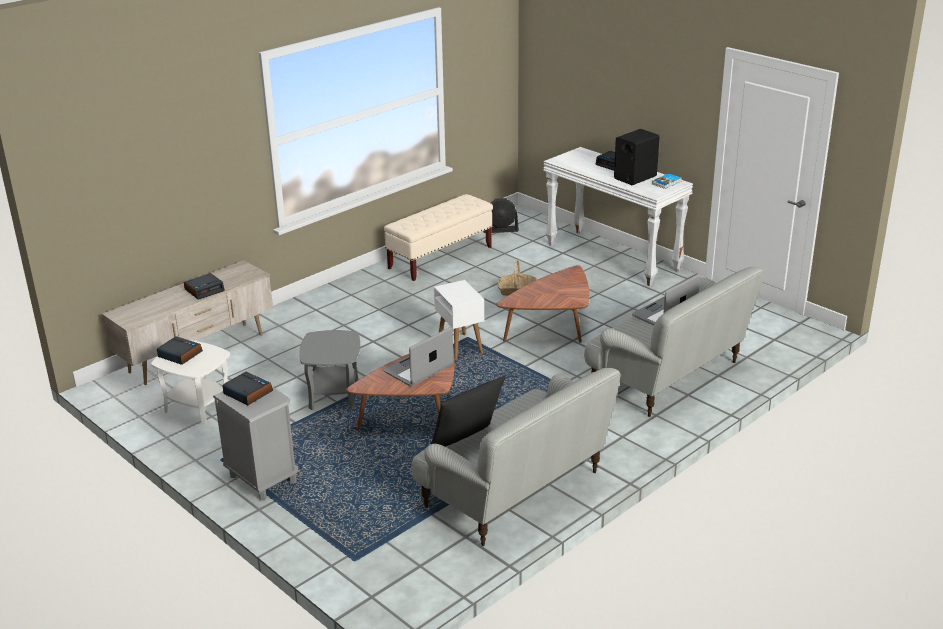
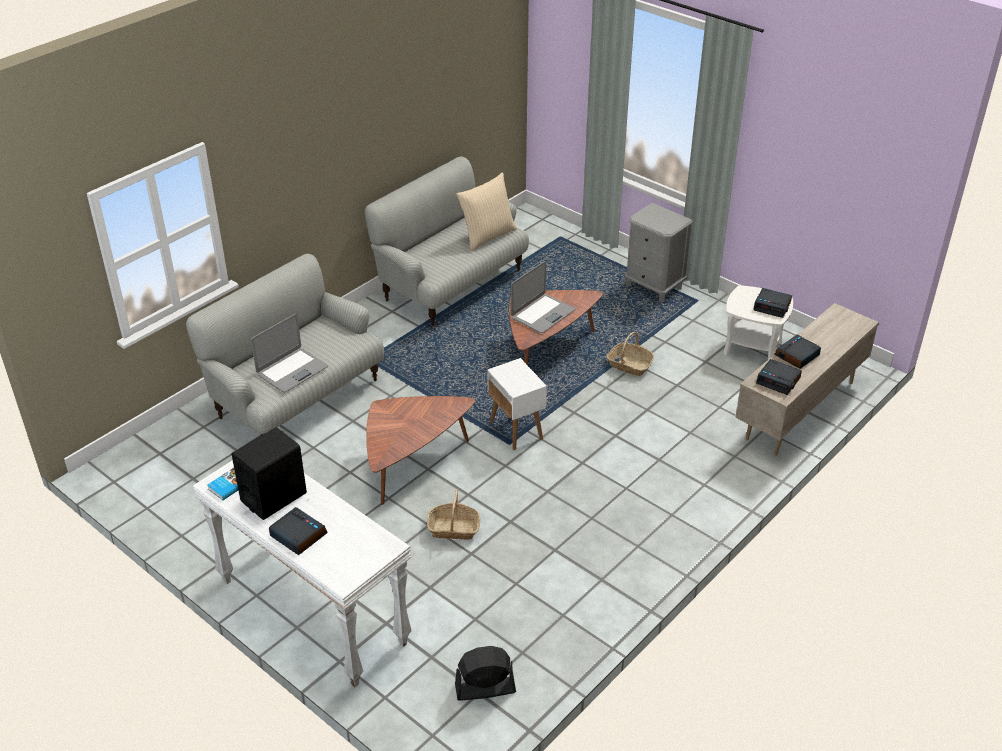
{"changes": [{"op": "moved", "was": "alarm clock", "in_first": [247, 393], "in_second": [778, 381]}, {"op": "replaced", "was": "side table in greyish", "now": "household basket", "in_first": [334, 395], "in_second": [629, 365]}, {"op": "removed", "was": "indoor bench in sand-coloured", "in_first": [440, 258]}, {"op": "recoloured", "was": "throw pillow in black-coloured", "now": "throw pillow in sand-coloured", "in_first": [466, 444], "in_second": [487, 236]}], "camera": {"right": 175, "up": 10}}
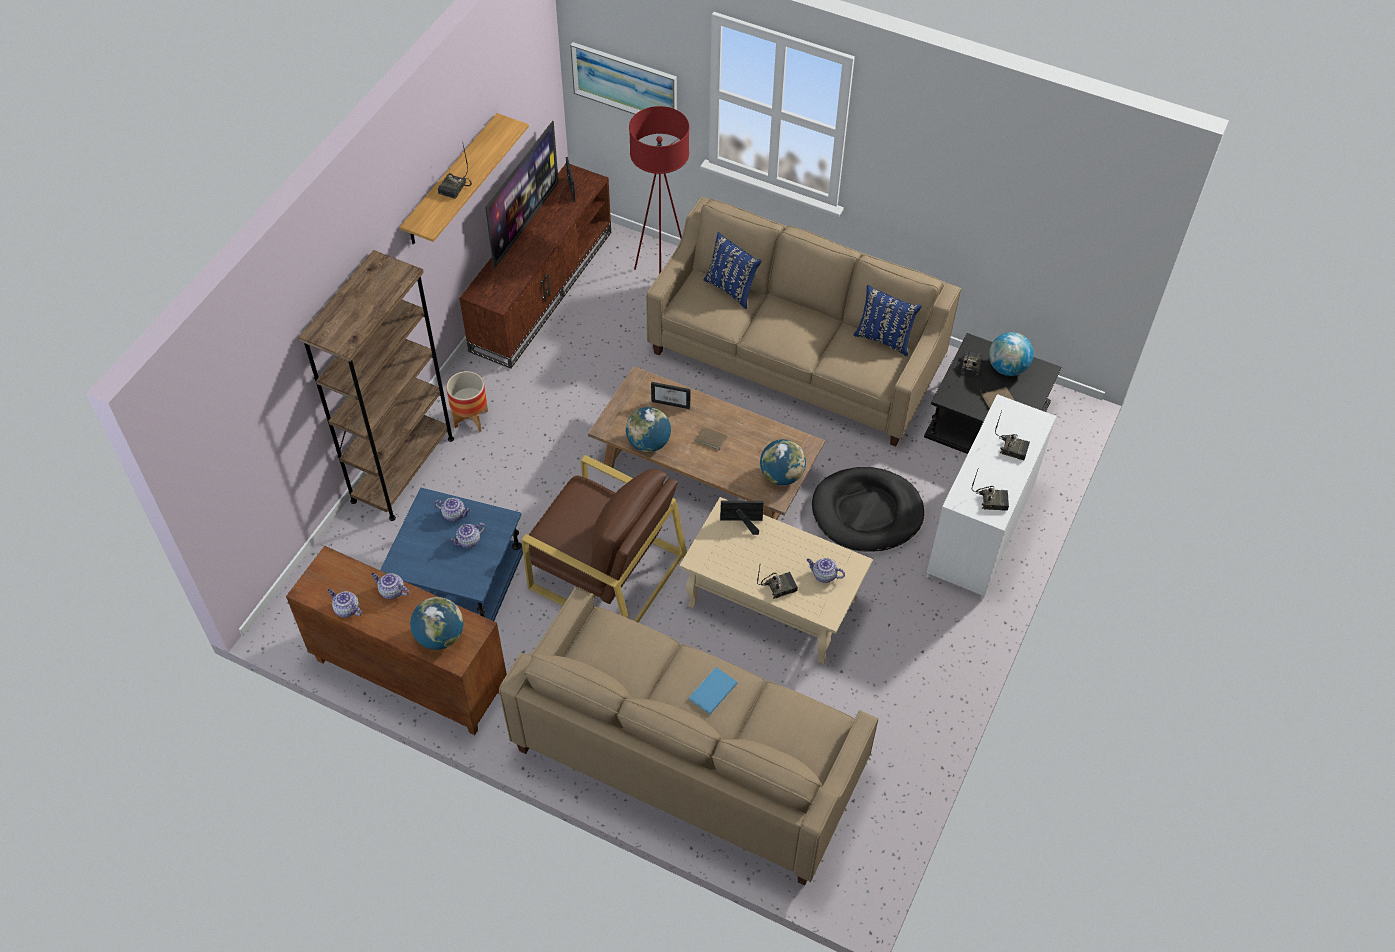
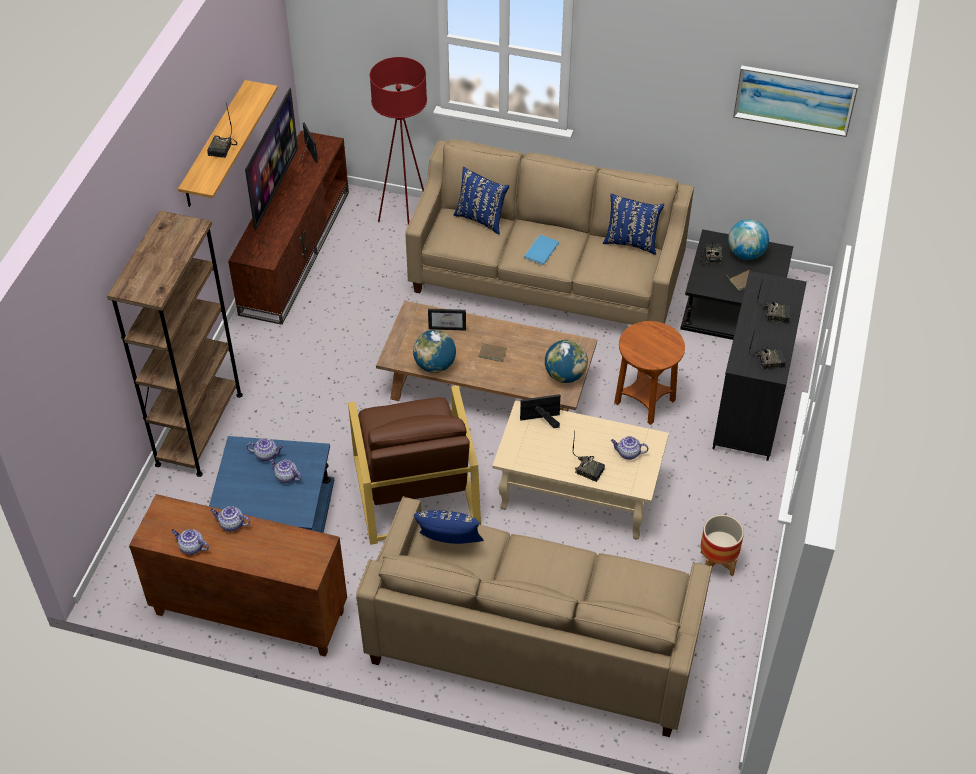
{"changes": [{"op": "removed", "was": "desk globe", "in_first": [440, 636]}, {"op": "moved", "was": "plant pot", "in_first": [471, 419], "in_second": [717, 564]}, {"op": "turned", "was": "pot for tea", "in_first": [468, 541], "in_second": [286, 477], "clockwise": 75}, {"op": "turned", "was": "lounge chair in brown", "in_first": [606, 569], "in_second": [415, 488], "clockwise": 60}, {"op": "moved", "was": "picture", "in_first": [625, 83], "in_second": [794, 99]}, {"op": "moved", "was": "book in blue-coloured", "in_first": [711, 691], "in_second": [540, 251]}, {"op": "turned", "was": "radio set", "in_first": [779, 586], "in_second": [589, 469], "clockwise": 60}, {"op": "replaced", "was": "dog bed in black-coloured", "now": "side table in brown", "in_first": [867, 512], "in_second": [645, 401]}, {"op": "recoloured", "was": "dresser in whitish", "now": "dresser in black-coloured", "in_first": [981, 533], "in_second": [752, 403]}, {"op": "added", "now": "throw pillow in blue-coloured", "in_second": [449, 546]}], "camera": {"right": -10, "up": -5}}
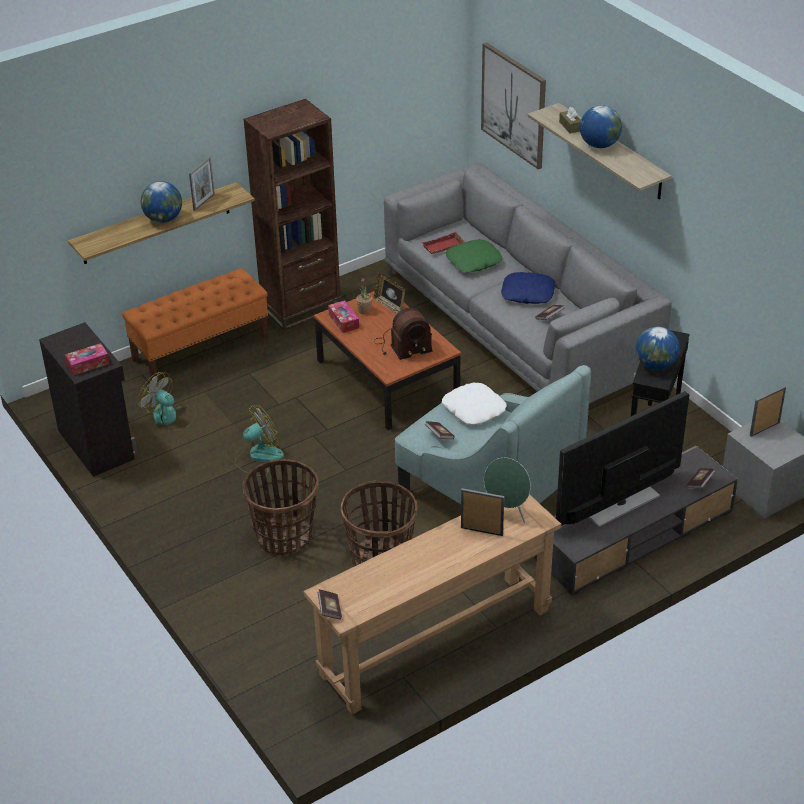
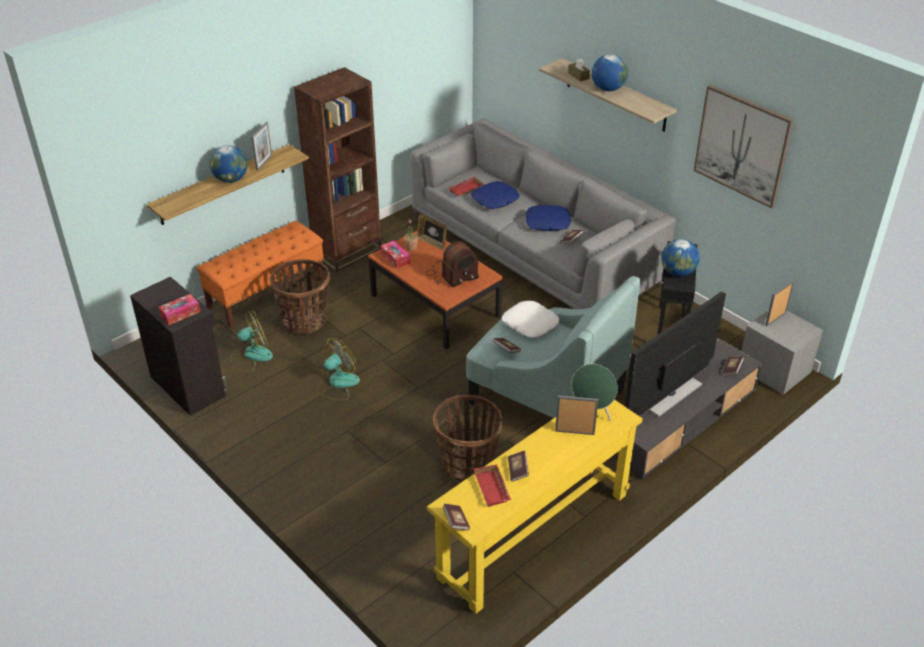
{"changes": [{"op": "turned", "was": "fan", "in_first": [170, 417], "in_second": [251, 356], "clockwise": 135}, {"op": "moved", "was": "household basket", "in_first": [285, 537], "in_second": [304, 321]}, {"op": "recoloured", "was": "hall table in brown", "now": "hall table in yellowish", "in_first": [435, 641], "in_second": [534, 535]}, {"op": "recoloured", "was": "throw pillow in greenish", "now": "throw pillow in blue-coloured", "in_first": [474, 261], "in_second": [495, 200]}, {"op": "moved", "was": "picture", "in_first": [514, 105], "in_second": [742, 145]}, {"op": "added", "now": "serving tray in reddish", "in_second": [493, 488]}, {"op": "added", "now": "book", "in_second": [517, 470]}], "camera": {"right": -10, "up": 0}}
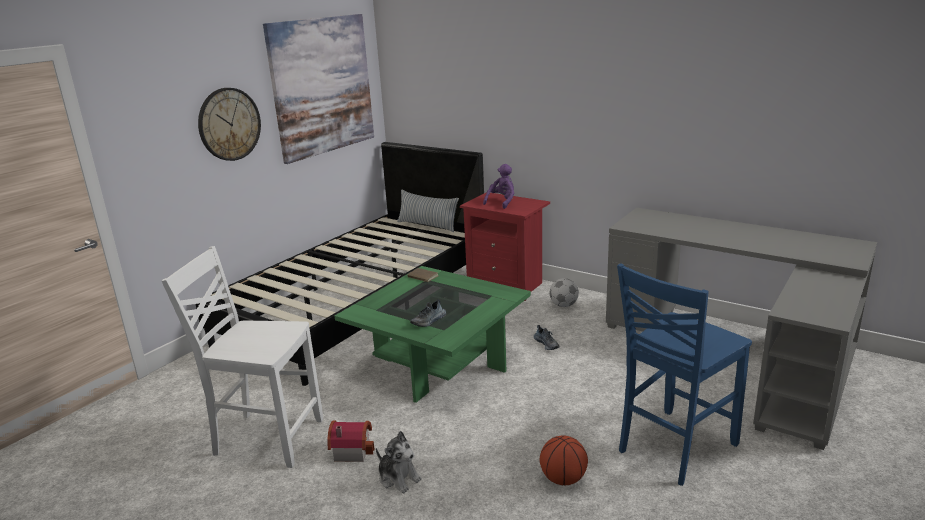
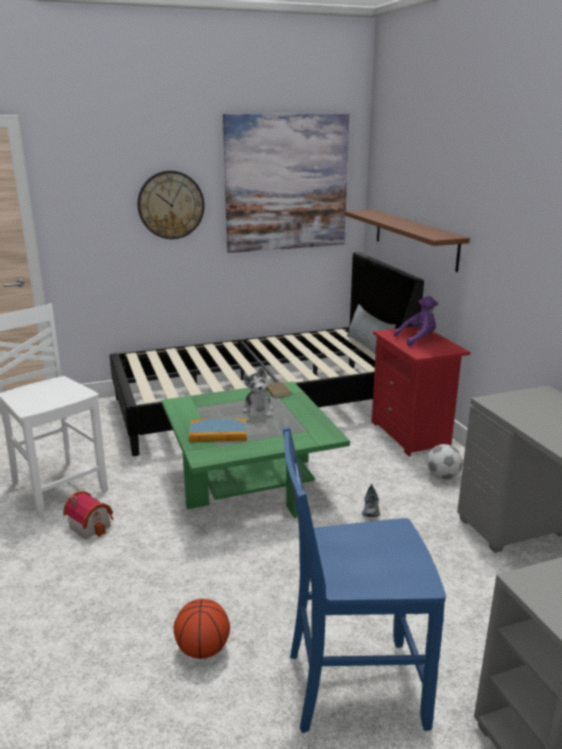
{"changes": [{"op": "moved", "was": "plush toy", "in_first": [398, 478], "in_second": [258, 411]}, {"op": "replaced", "was": "shoe", "now": "book", "in_first": [429, 321], "in_second": [218, 433]}, {"op": "added", "now": "bracket shelf in brown", "in_second": [414, 238]}], "camera": {"right": 35, "up": 0}}
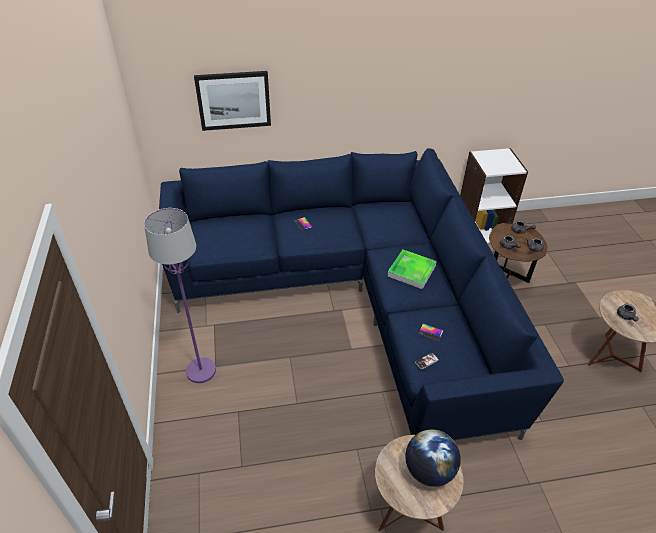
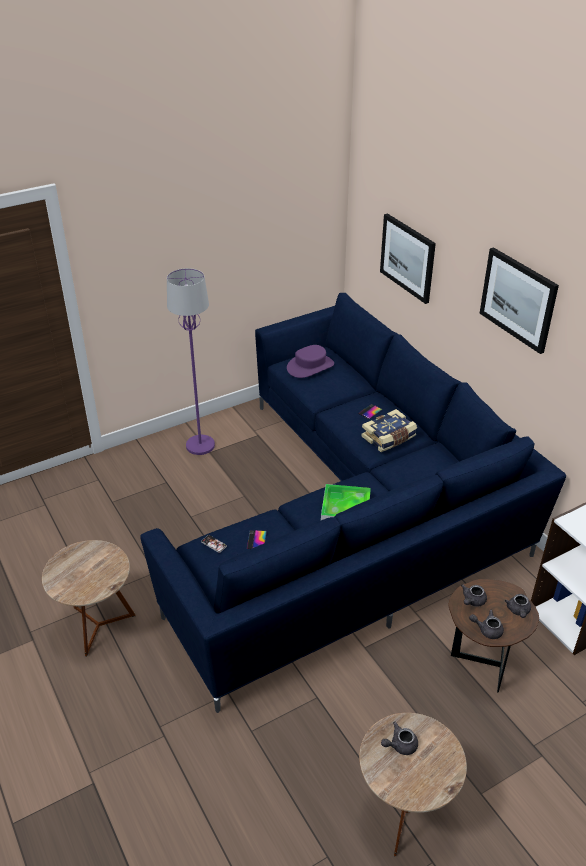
{"changes": [{"op": "removed", "was": "desk globe", "in_first": [428, 470]}, {"op": "added", "now": "wearable hat in purple-coloured", "in_second": [310, 366]}, {"op": "added", "now": "book", "in_second": [389, 438]}, {"op": "added", "now": "picture", "in_second": [518, 299]}], "camera": {"right": 70, "up": -5}}
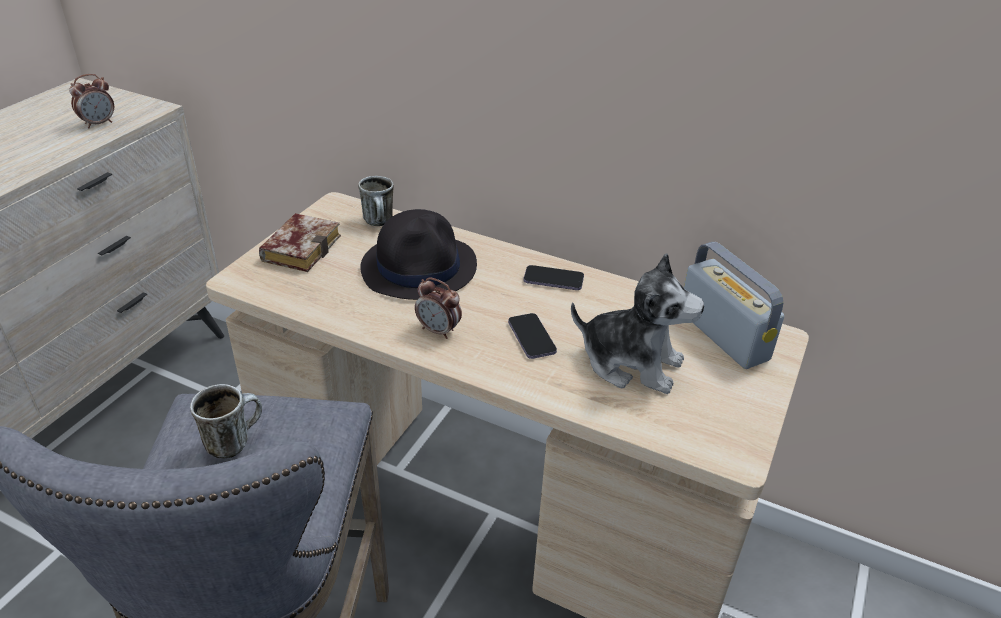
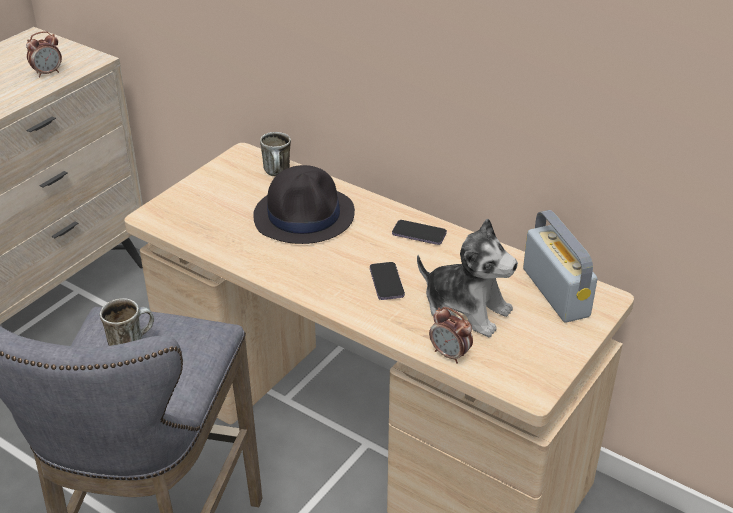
{"changes": [{"op": "removed", "was": "book", "in_first": [301, 247]}, {"op": "moved", "was": "alarm clock", "in_first": [438, 331], "in_second": [450, 354]}], "camera": {"right": 10, "up": 0}}
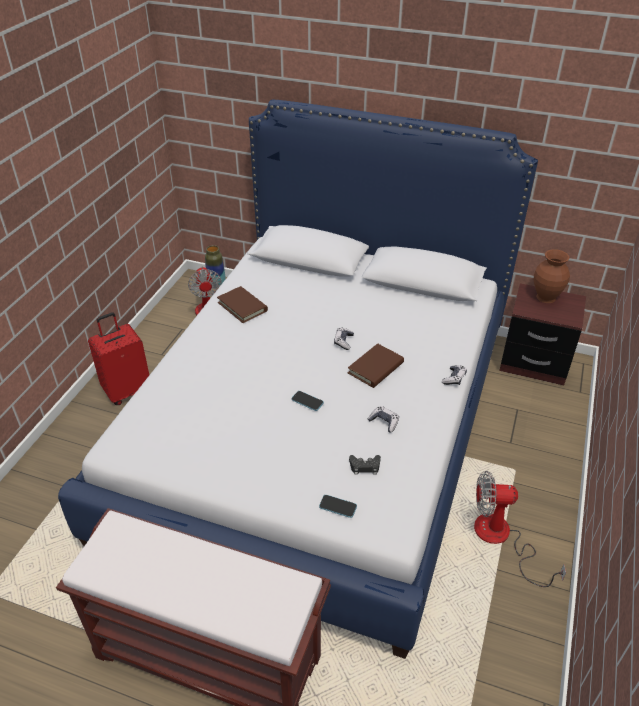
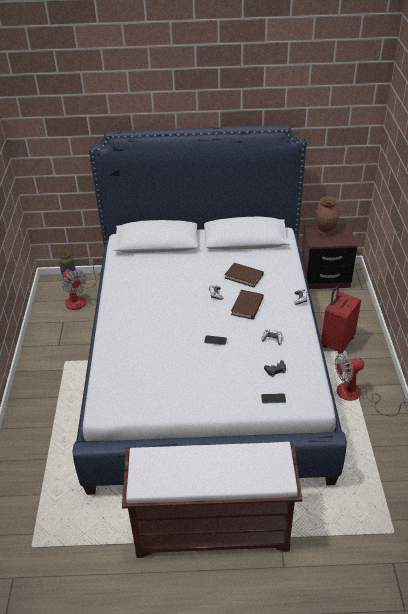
{"changes": [{"op": "moved", "was": "piece of luggage in reddish", "in_first": [127, 390], "in_second": [336, 343]}, {"op": "moved", "was": "book in brown", "in_first": [242, 307], "in_second": [244, 276]}], "camera": {"right": -20, "up": 0}}
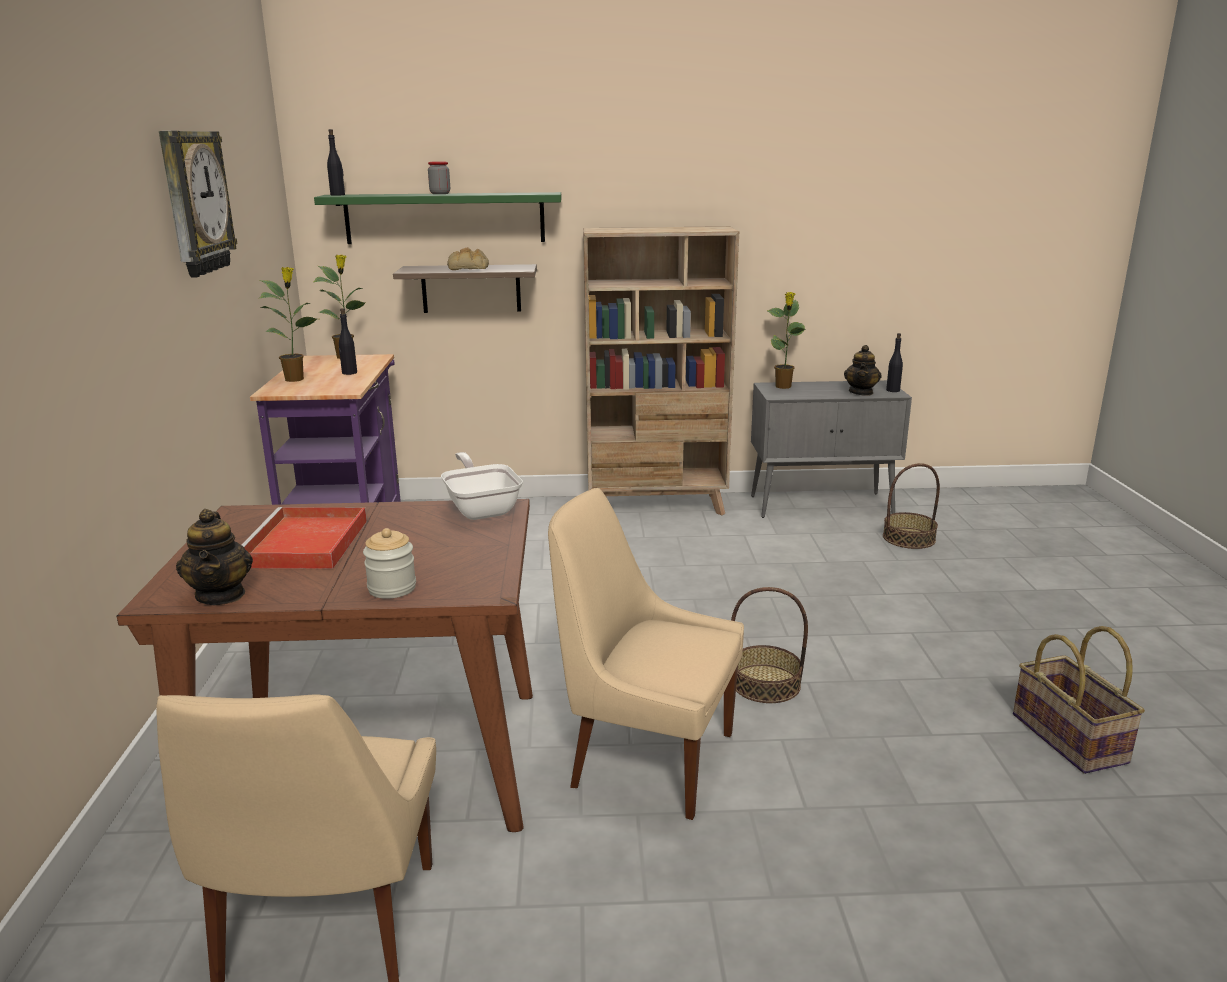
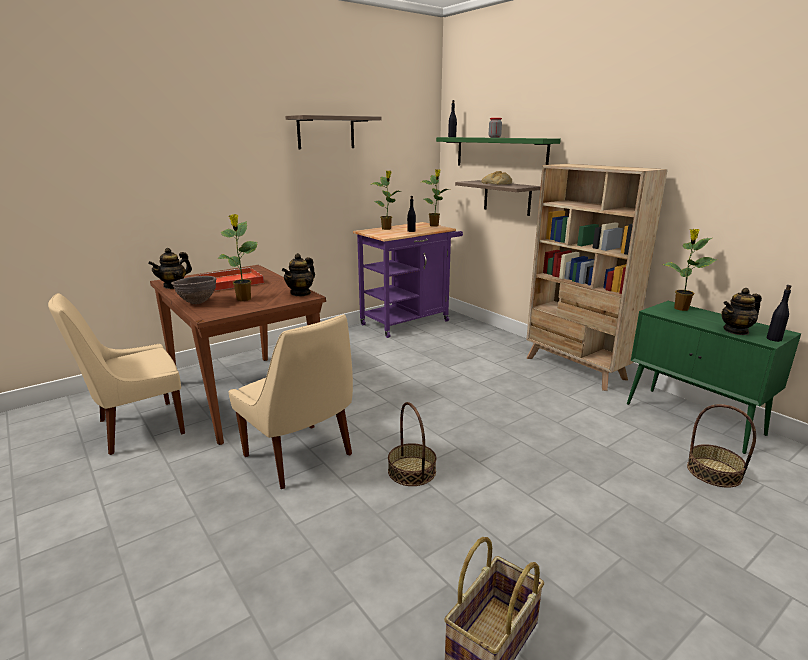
{"changes": [{"op": "replaced", "was": "wall clock", "now": "bracket shelf", "in_first": [194, 203], "in_second": [326, 132]}, {"op": "replaced", "was": "storage jar", "now": "deep dish in brown", "in_first": [392, 588], "in_second": [197, 303]}, {"op": "replaced", "was": "pan", "now": "pot for tea", "in_first": [481, 508], "in_second": [300, 293]}, {"op": "turned", "was": "upright chair in sand-coloured", "in_first": [646, 758], "in_second": [300, 457], "clockwise": 150}, {"op": "recoloured", "was": "storage cabinet in greyish", "now": "storage cabinet in greenish", "in_first": [822, 505], "in_second": [694, 419]}, {"op": "added", "now": "houseplant", "in_second": [244, 299]}], "camera": {"right": 55, "up": 0}}
